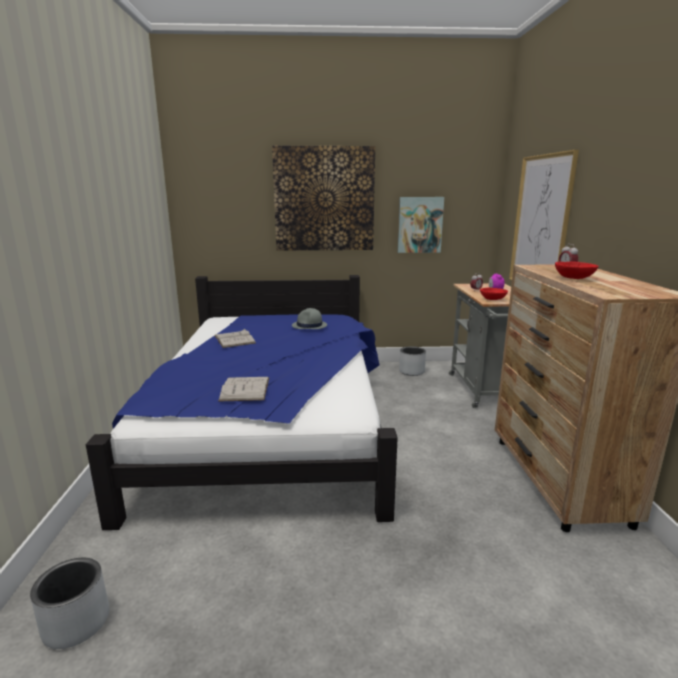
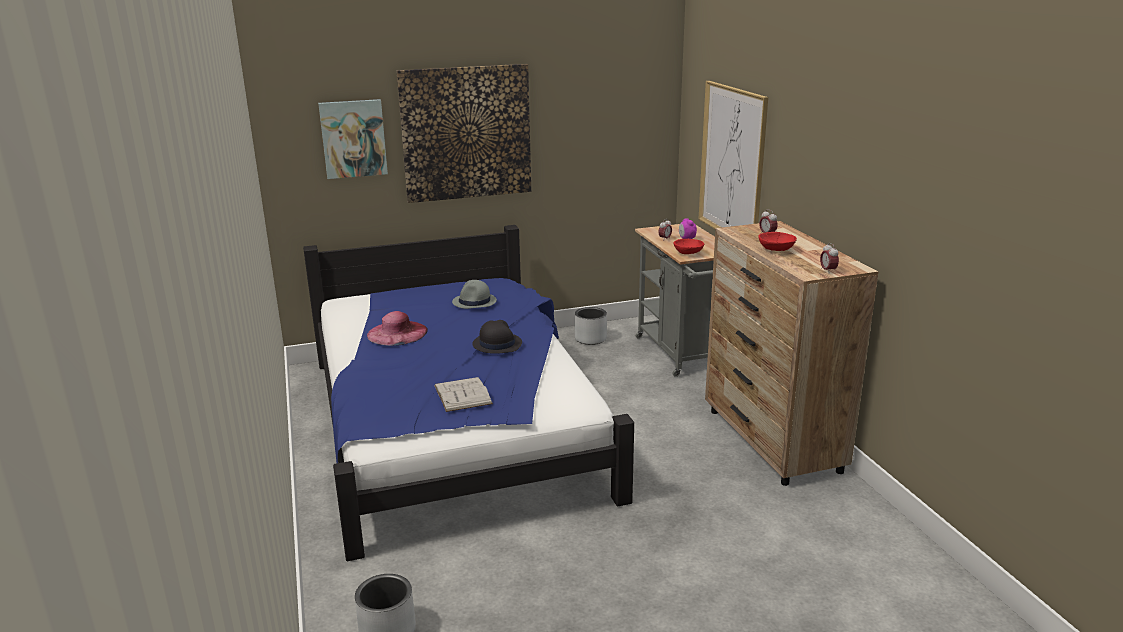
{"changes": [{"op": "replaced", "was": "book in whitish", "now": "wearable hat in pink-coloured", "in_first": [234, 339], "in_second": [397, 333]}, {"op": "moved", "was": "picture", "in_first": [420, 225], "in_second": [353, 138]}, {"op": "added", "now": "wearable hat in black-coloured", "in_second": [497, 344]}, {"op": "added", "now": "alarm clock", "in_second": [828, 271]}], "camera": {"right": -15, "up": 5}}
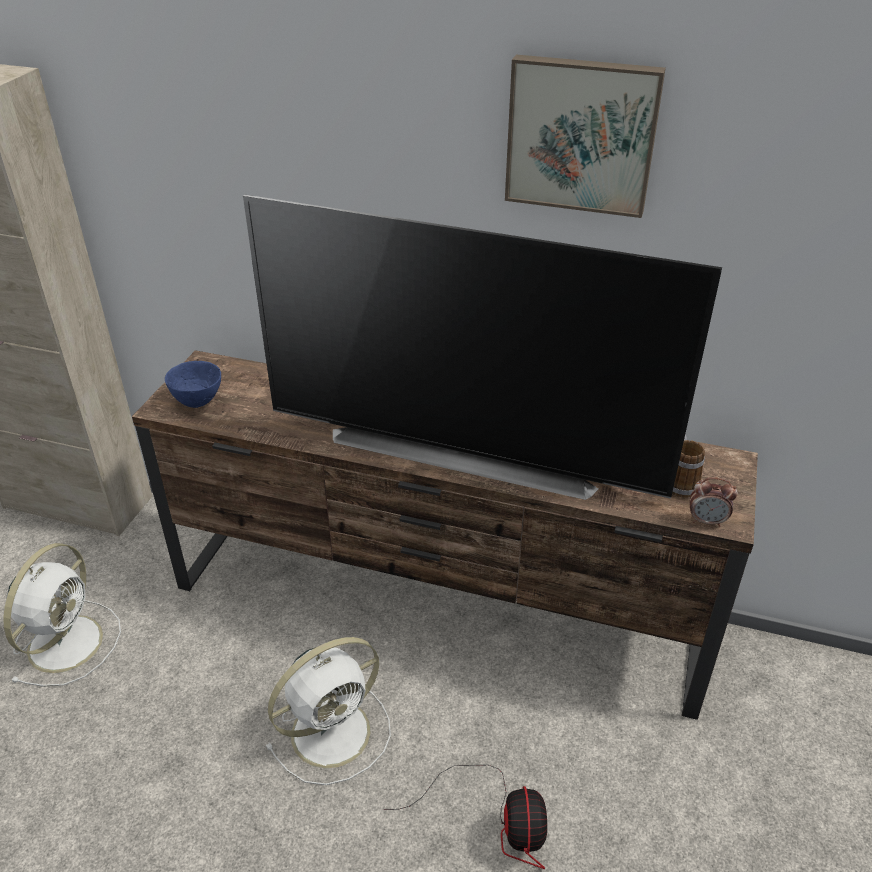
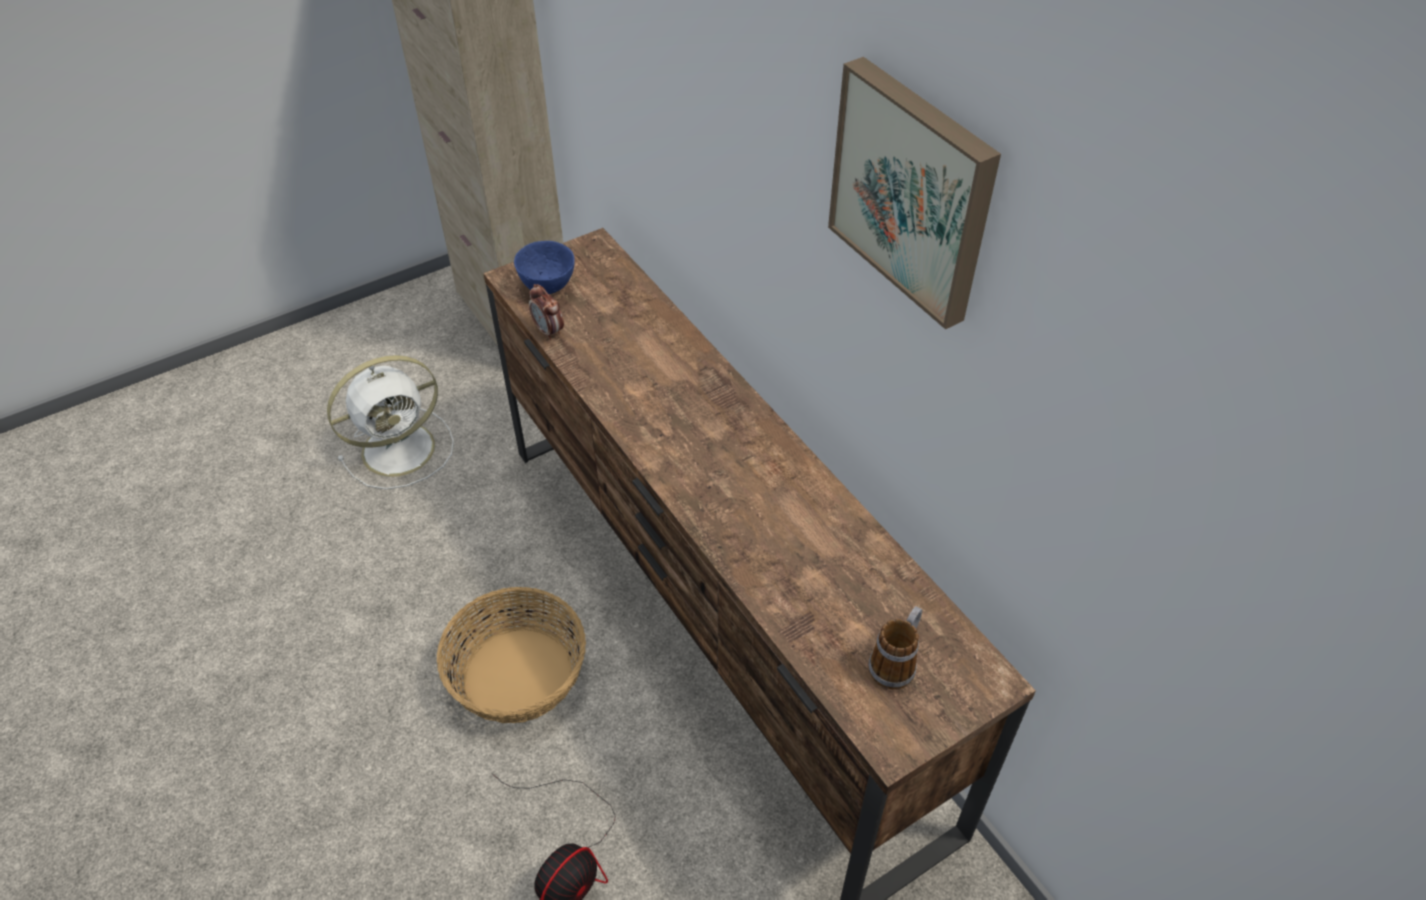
{"changes": [{"op": "removed", "was": "TV", "in_first": [465, 448]}, {"op": "replaced", "was": "fan in whitish", "now": "household basket", "in_first": [334, 730], "in_second": [519, 674]}, {"op": "moved", "was": "alarm clock", "in_first": [707, 521], "in_second": [549, 331]}], "camera": {"right": 40, "up": 10}}
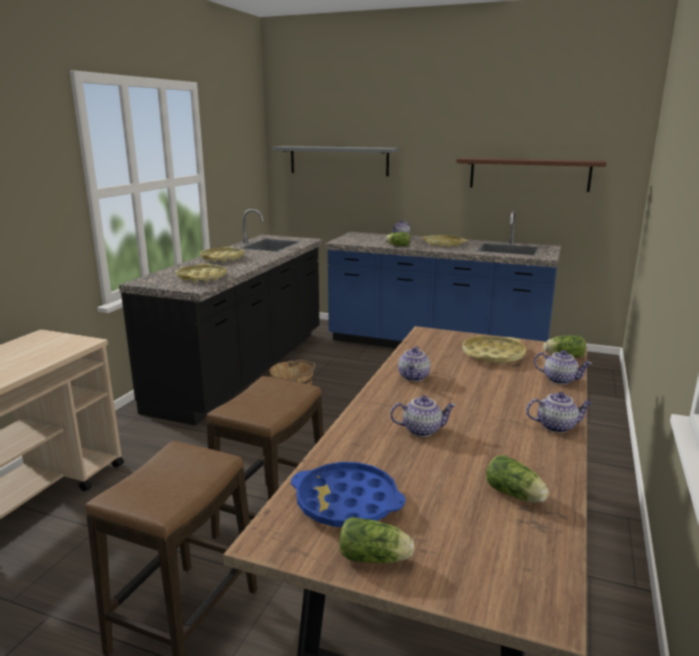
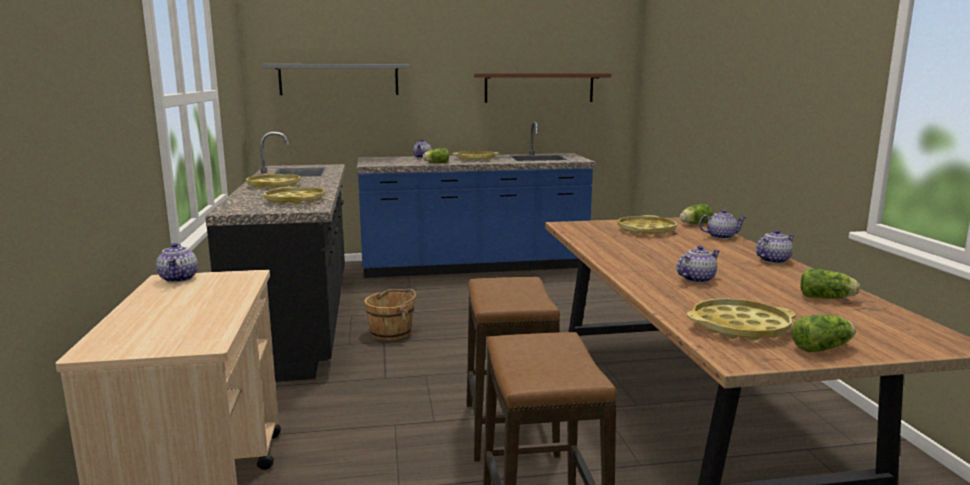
{"changes": [{"op": "recoloured", "was": "serving tray in blue-coloured", "now": "serving tray in yellowish", "in_first": [346, 502], "in_second": [740, 327]}, {"op": "moved", "was": "pot for tea", "in_first": [414, 377], "in_second": [179, 279]}], "camera": {"right": -30, "up": -5}}
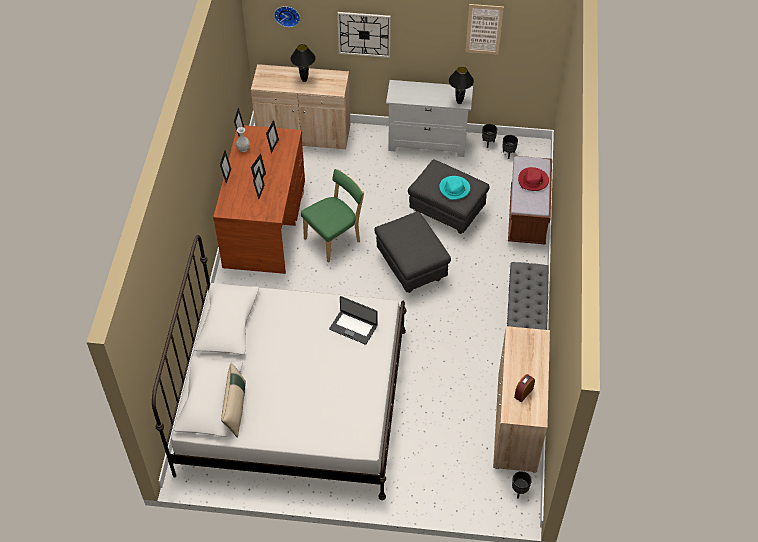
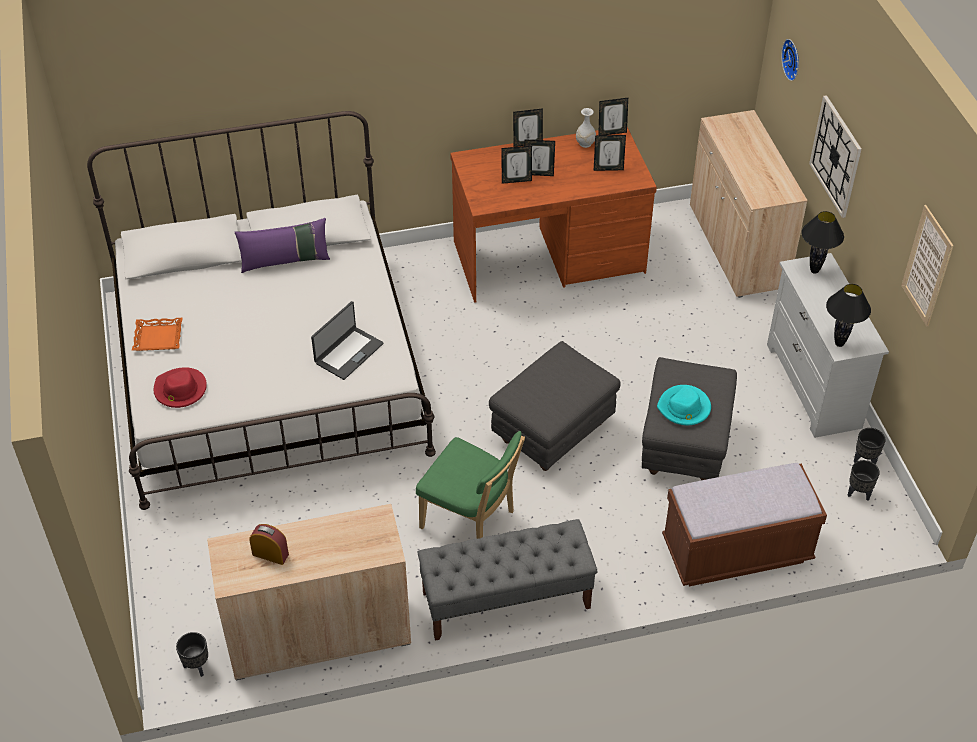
{"changes": [{"op": "removed", "was": "throw pillow in sand-coloured", "in_first": [235, 408]}, {"op": "moved", "was": "lamp for a table in black-coloured", "in_first": [304, 80], "in_second": [815, 271]}, {"op": "moved", "was": "upright chair in greenish", "in_first": [334, 239], "in_second": [471, 521]}, {"op": "turned", "was": "laptop", "in_first": [353, 327], "in_second": [348, 353], "clockwise": -150}, {"op": "moved", "was": "wearable hat in reddish", "in_first": [533, 181], "in_second": [180, 390]}, {"op": "added", "now": "serving tray in orangey", "in_second": [158, 337]}, {"op": "added", "now": "throw pillow in purple-coloured", "in_second": [285, 261]}], "camera": {"right": 70, "up": -5}}
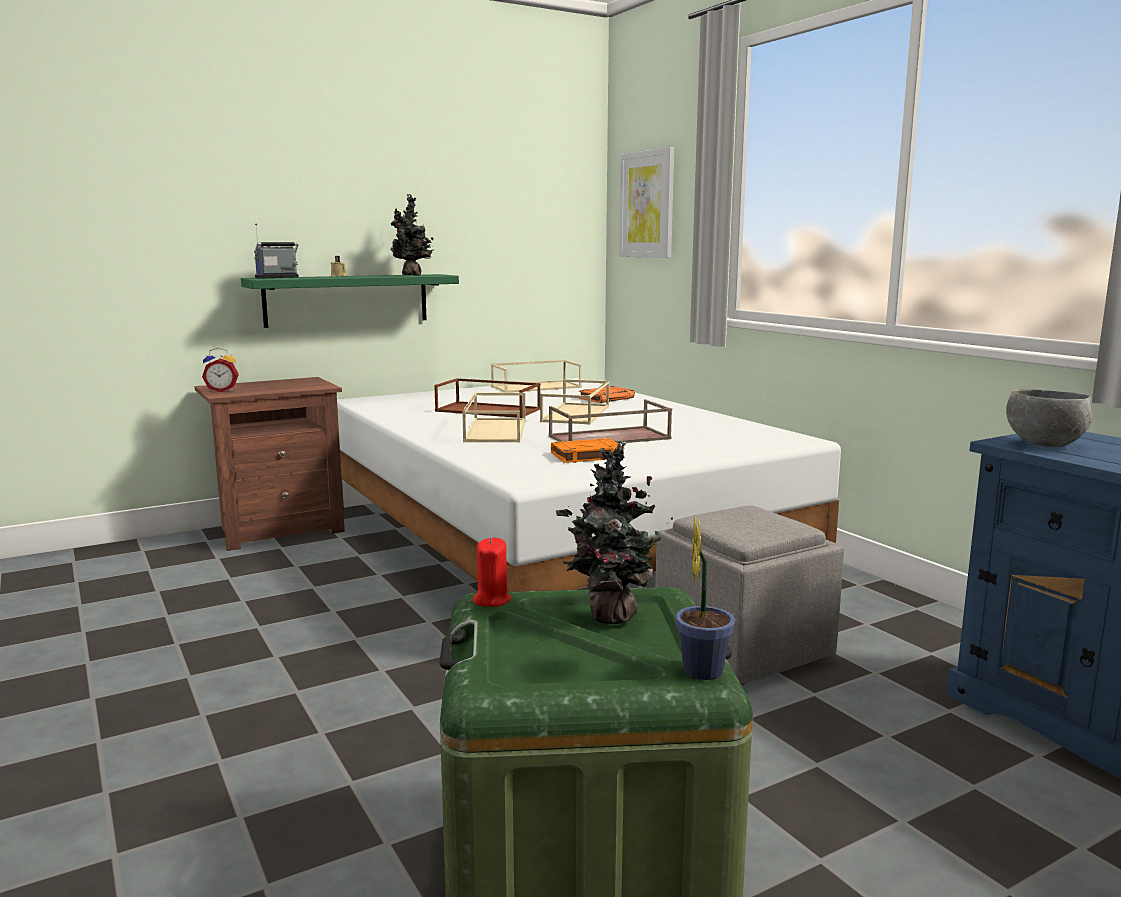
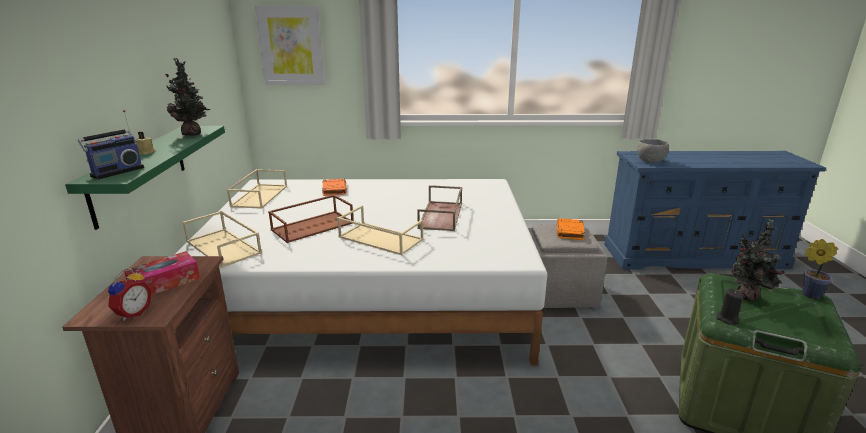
{"changes": [{"op": "turned", "was": "radio set", "in_first": [278, 277], "in_second": [116, 172], "clockwise": -135}, {"op": "recoloured", "was": "wax light in reddish", "now": "wax light in black-coloured", "in_first": [491, 600], "in_second": [727, 319]}, {"op": "moved", "was": "serving tray in sand-coloured", "in_first": [577, 414], "in_second": [224, 247]}, {"op": "moved", "was": "book in orangey", "in_first": [586, 456], "in_second": [570, 232]}, {"op": "added", "now": "tissue holder", "in_second": [164, 283]}], "camera": {"right": -60, "up": 10}}
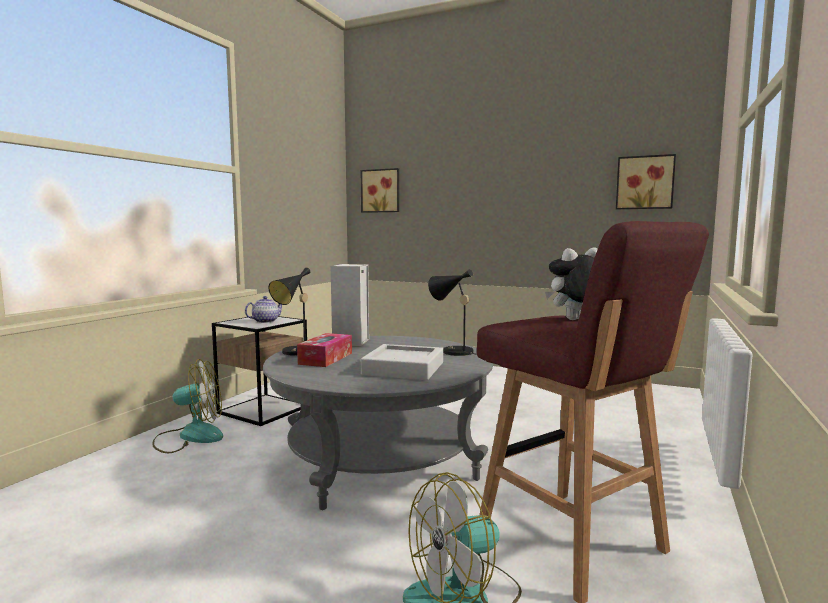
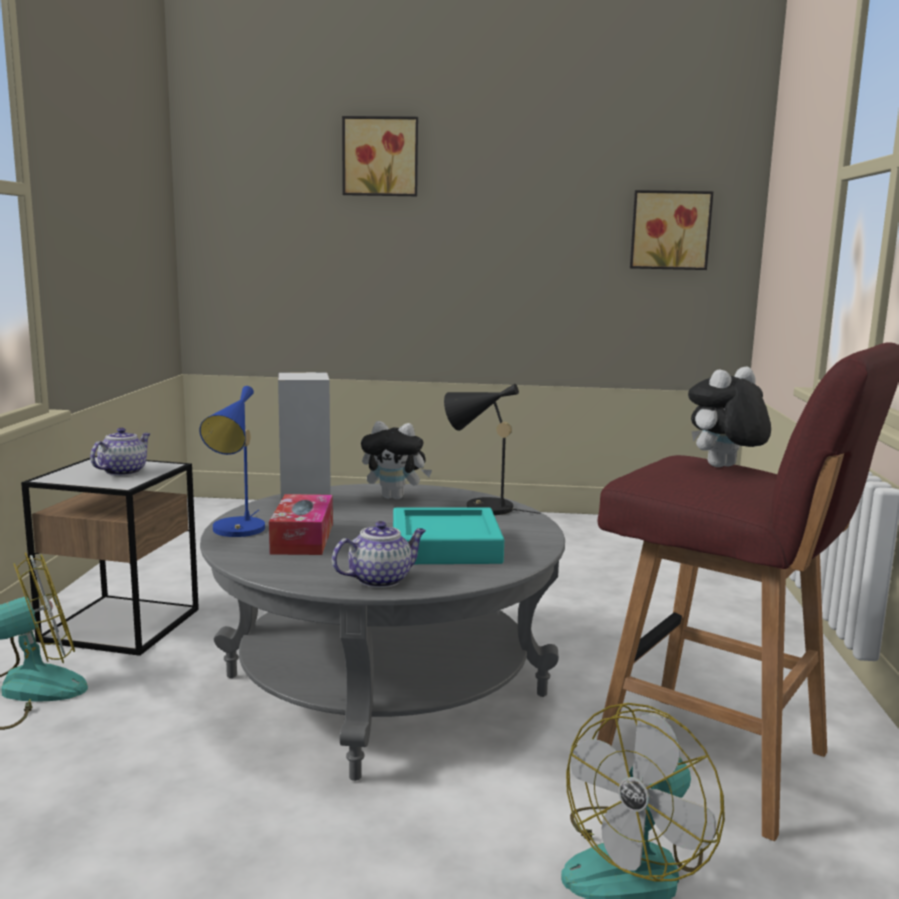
{"changes": [{"op": "recoloured", "was": "lamp for a table in black-coloured", "now": "lamp for a table in blue-coloured", "in_first": [295, 353], "in_second": [237, 531]}, {"op": "moved", "was": "picture", "in_first": [381, 191], "in_second": [380, 157]}, {"op": "recoloured", "was": "serving tray in greyish", "now": "serving tray in turquoise-coloured", "in_first": [403, 369], "in_second": [445, 546]}, {"op": "added", "now": "pot for tea", "in_second": [381, 580]}, {"op": "added", "now": "plush toy", "in_second": [395, 497]}], "camera": {"right": -20, "up": 5}}
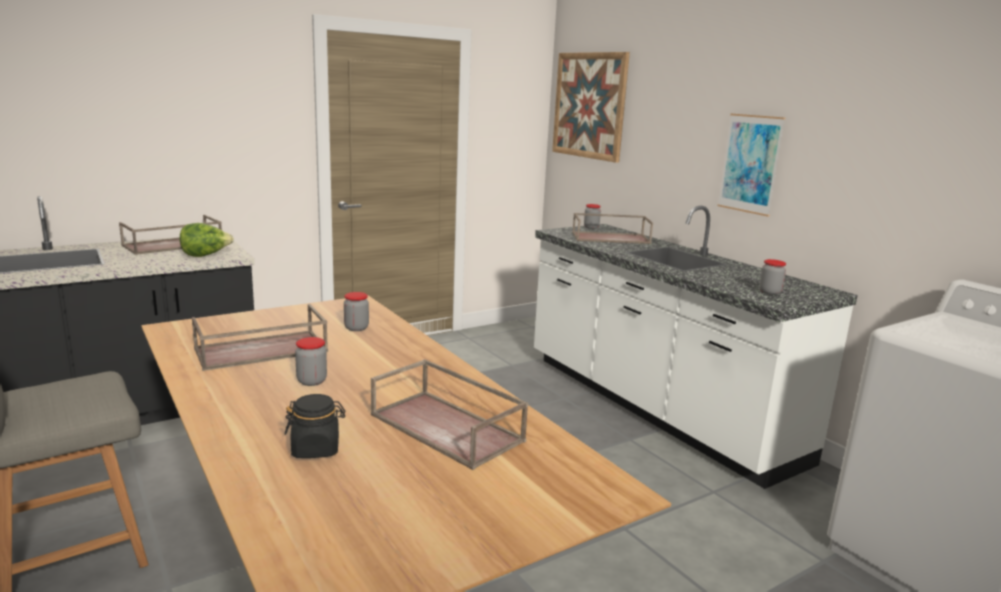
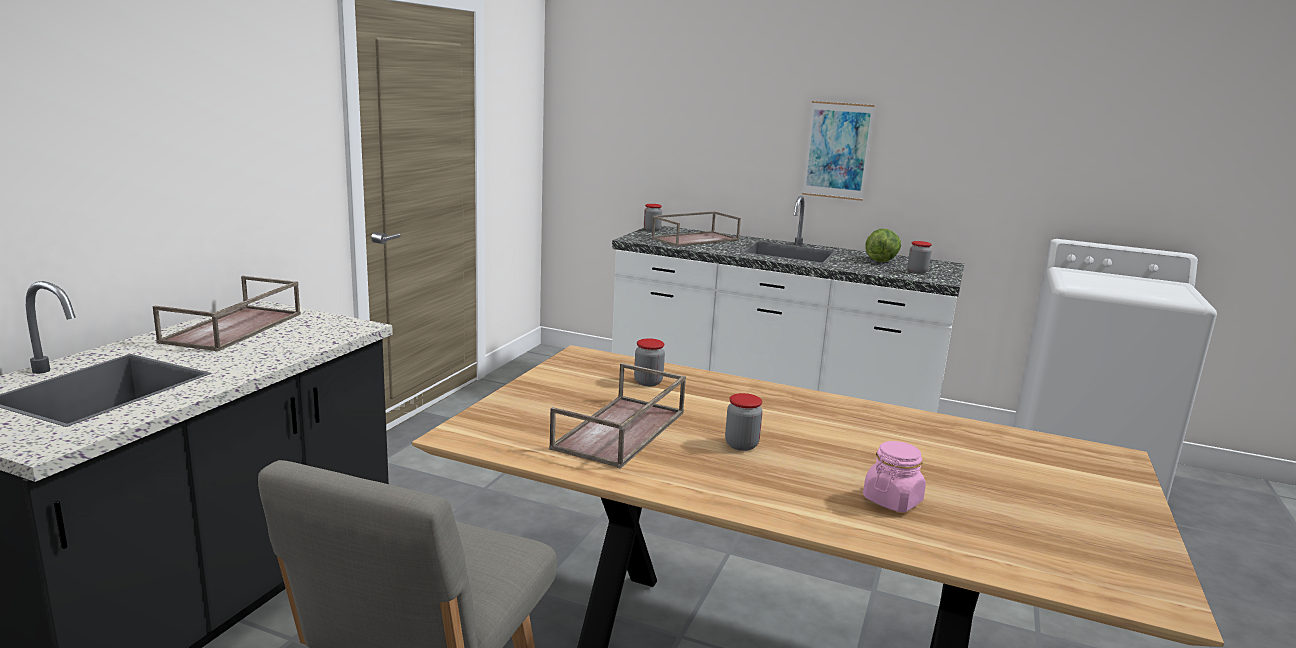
{"changes": [{"op": "moved", "was": "head of lettuce", "in_first": [205, 255], "in_second": [881, 260]}, {"op": "recoloured", "was": "storage jar in black-coloured", "now": "storage jar in pink-coloured", "in_first": [316, 449], "in_second": [892, 500]}, {"op": "removed", "was": "serving tray in brown", "in_first": [448, 427]}, {"op": "removed", "was": "picture", "in_first": [589, 105]}], "camera": {"right": -35, "up": 0}}
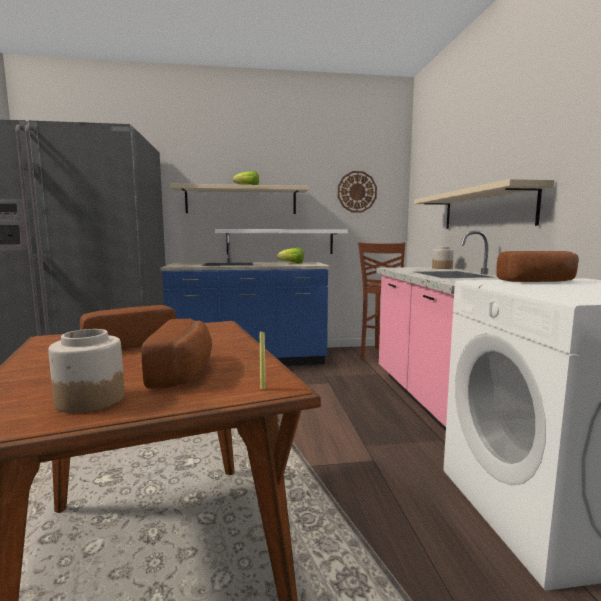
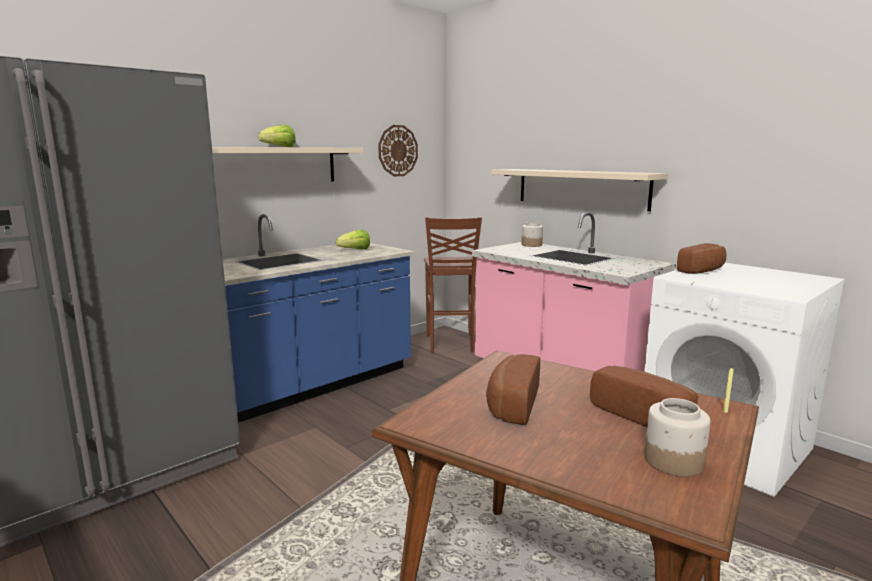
{"changes": [{"op": "removed", "was": "bracket shelf in whitish", "in_first": [280, 242]}], "camera": {"right": -35, "up": 5}}
